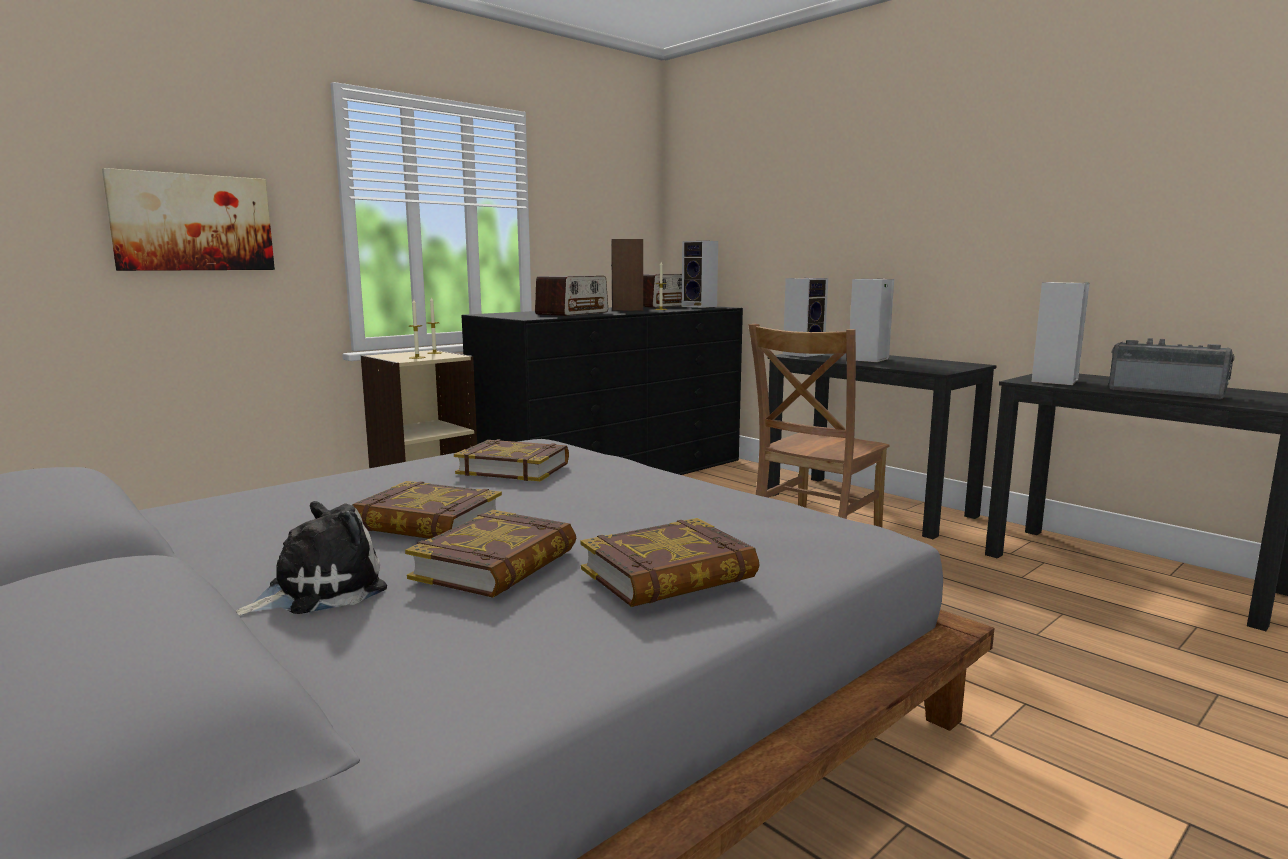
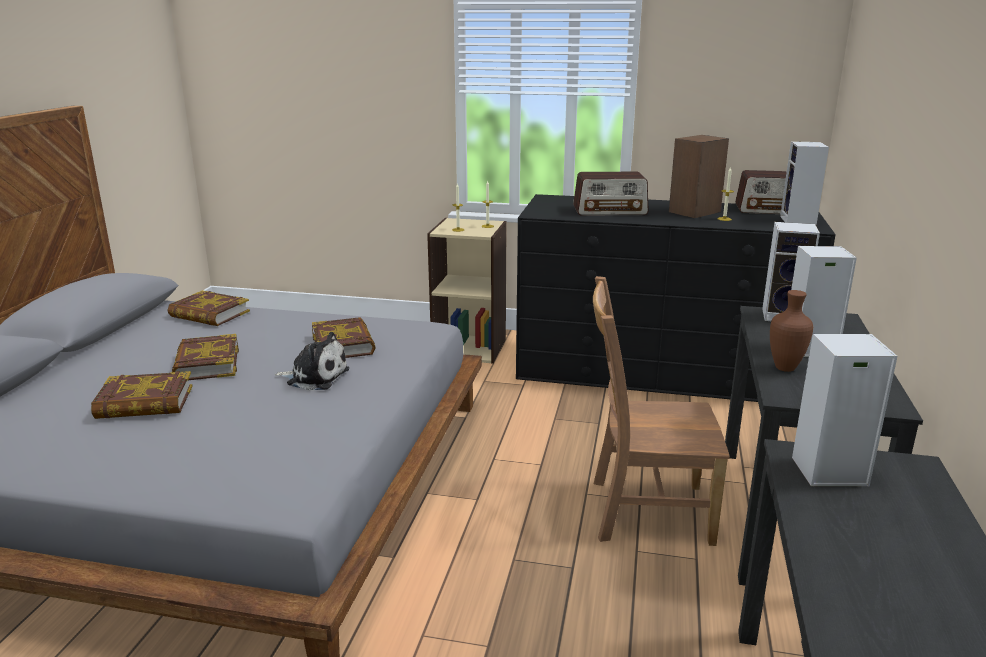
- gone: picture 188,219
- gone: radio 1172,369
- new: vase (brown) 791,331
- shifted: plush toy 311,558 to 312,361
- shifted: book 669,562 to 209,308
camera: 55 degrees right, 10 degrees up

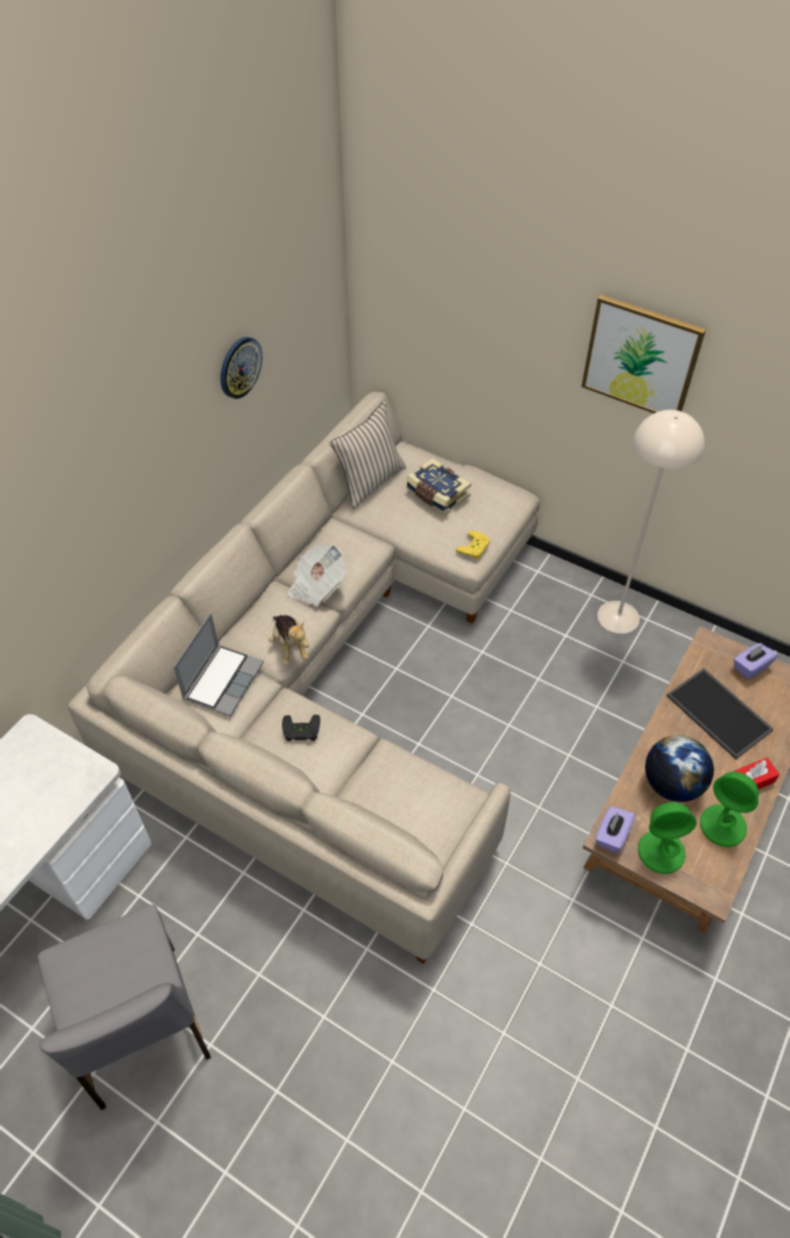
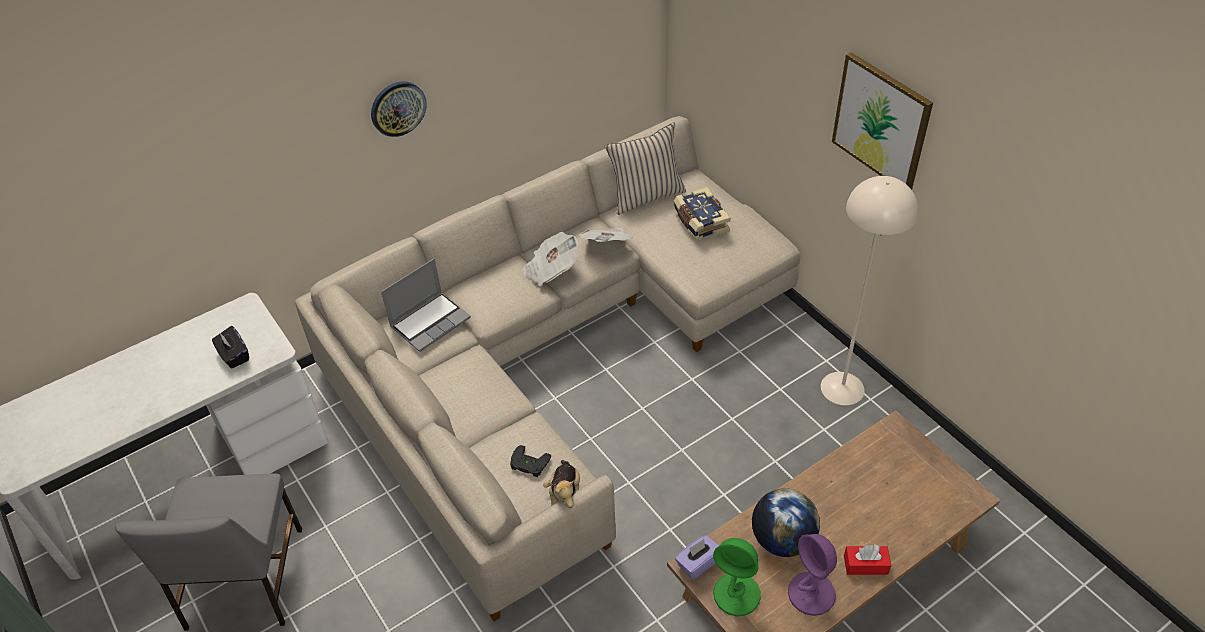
- gone: game controller (yellow) 473,545
- gone: tray 720,713
- gone: tissue box (purple) 755,661
- new: tissue box (black) 230,347
- new: newspaper 606,235
- shifted: wall clock 241,368 to 399,109
- shifted: plush toy 288,639 to 561,484
- shifted: game controller (black) 301,728 to 530,461
- repainted: table lamp (green) 729,809 to table lamp (purple) 812,575
camera: 25 degrees right, 5 degrees down

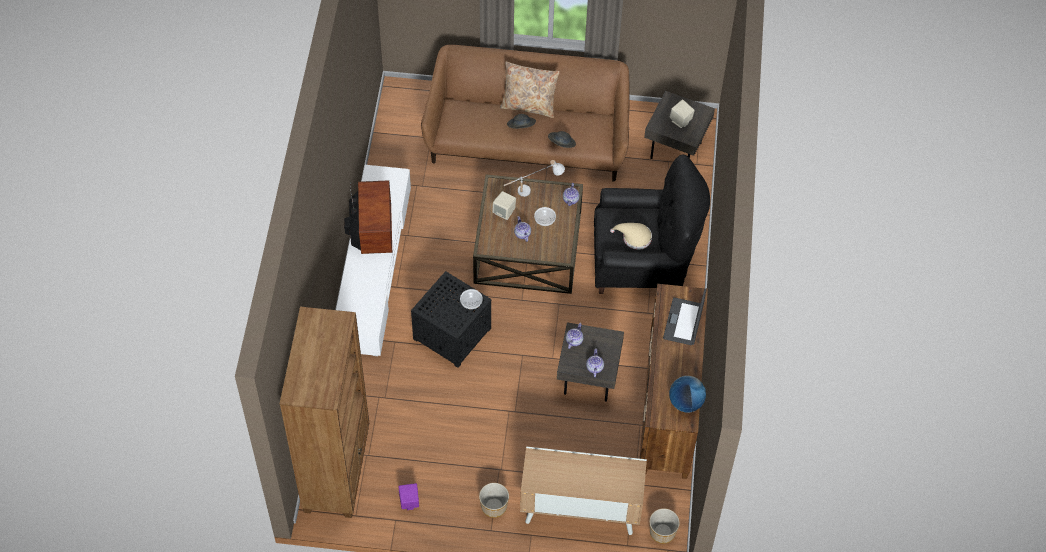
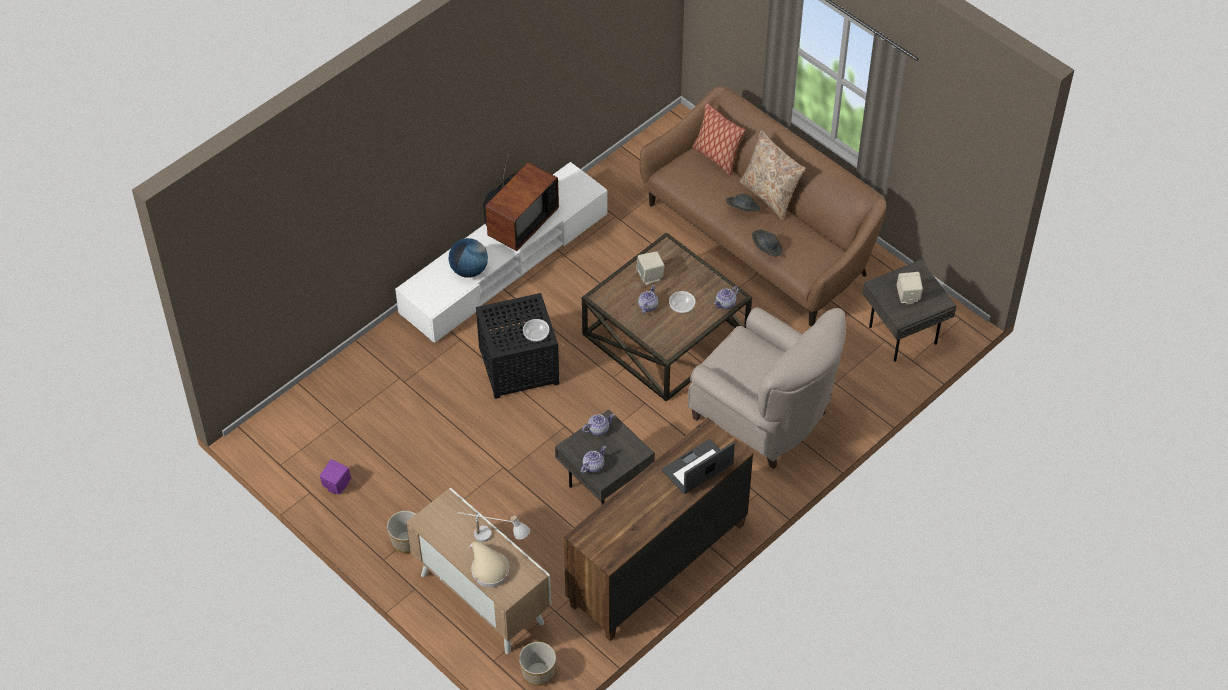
- gone: bookcase (brown) 324,412
- new: pillow 719,139
- shifted: table lamp (white) 534,178 to 493,527
- shifted: hat (beige) 631,236 to 490,564
- shifted: globe 687,394 to 468,258
- repainted: armchair (black) 652,224 to armchair (beige) 766,388
camera: 40 degrees right, 5 degrees down

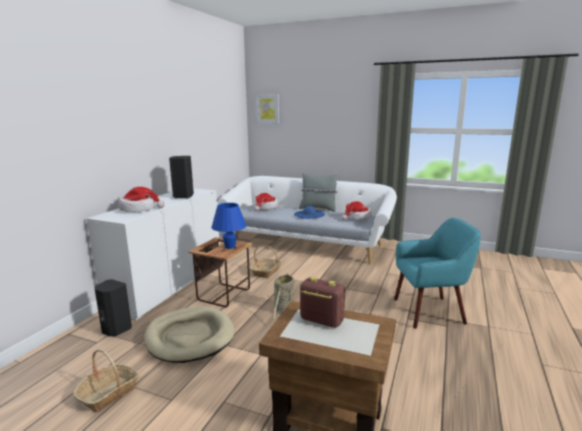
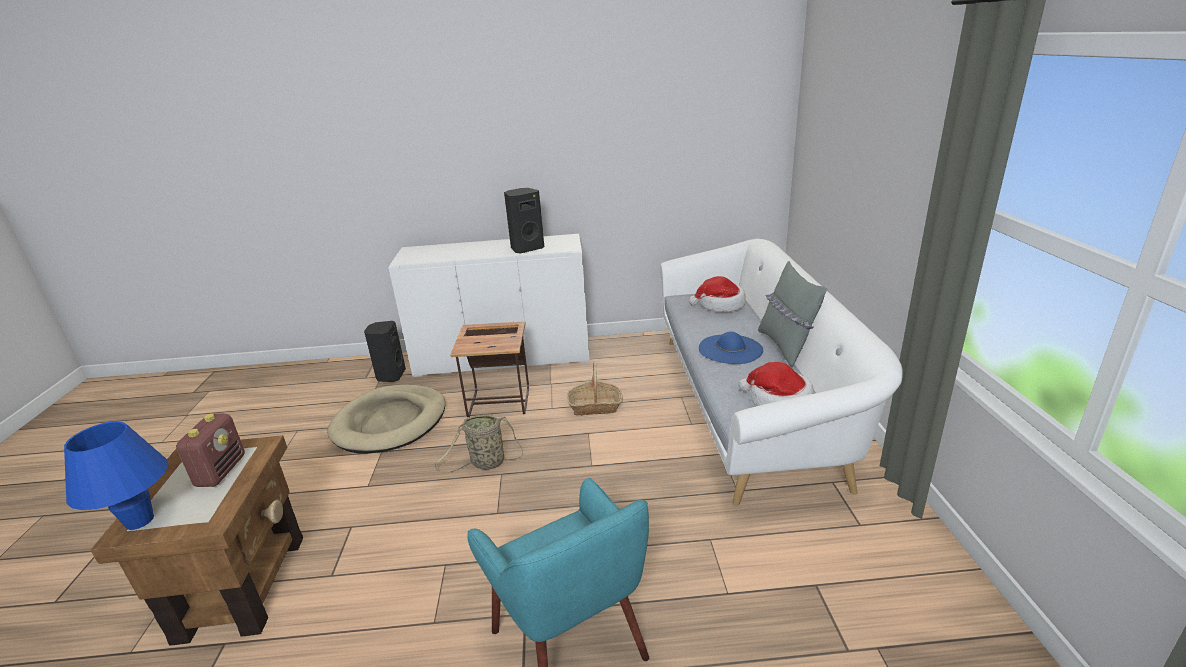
- gone: basket 106,381
- gone: hat 141,199
- gone: picture 267,108
- shifted: table lamp (blue) 229,226 to 116,475
camera: 65 degrees right, 10 degrees up

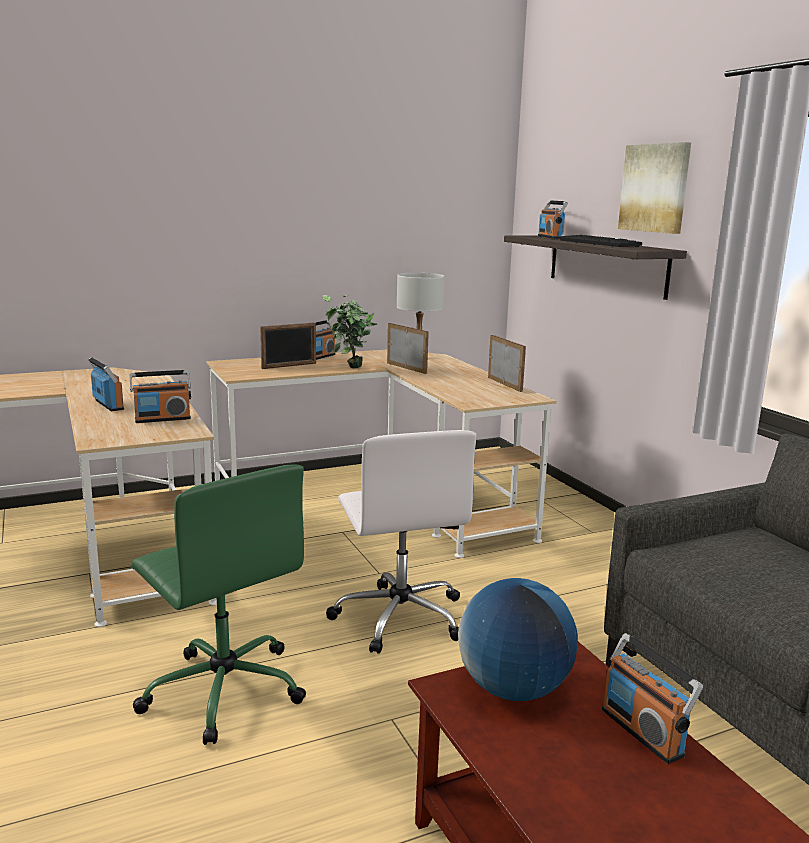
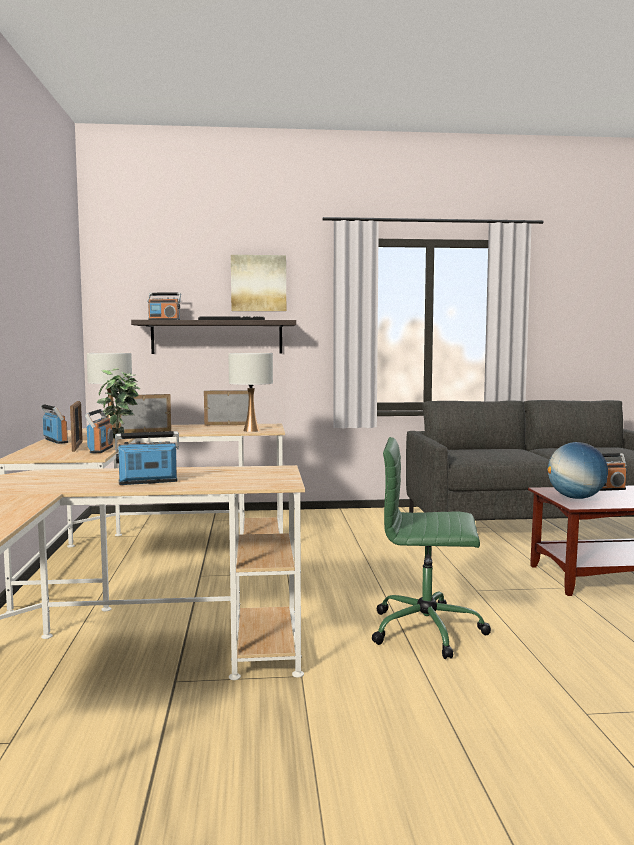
- gone: office chair (white) 401,542
- new: table lamp (white) 250,392
- shifted: radio 160,396 to 99,431
- rotated: office chair (green) 219,604 = 431,548 150 degrees counterclockwise
camera: 70 degrees left, 10 degrees down

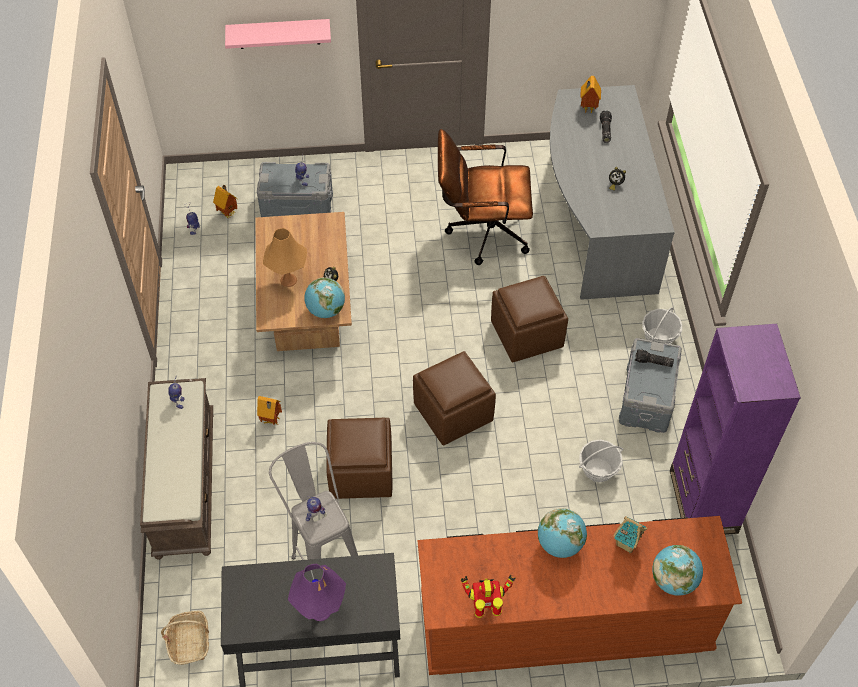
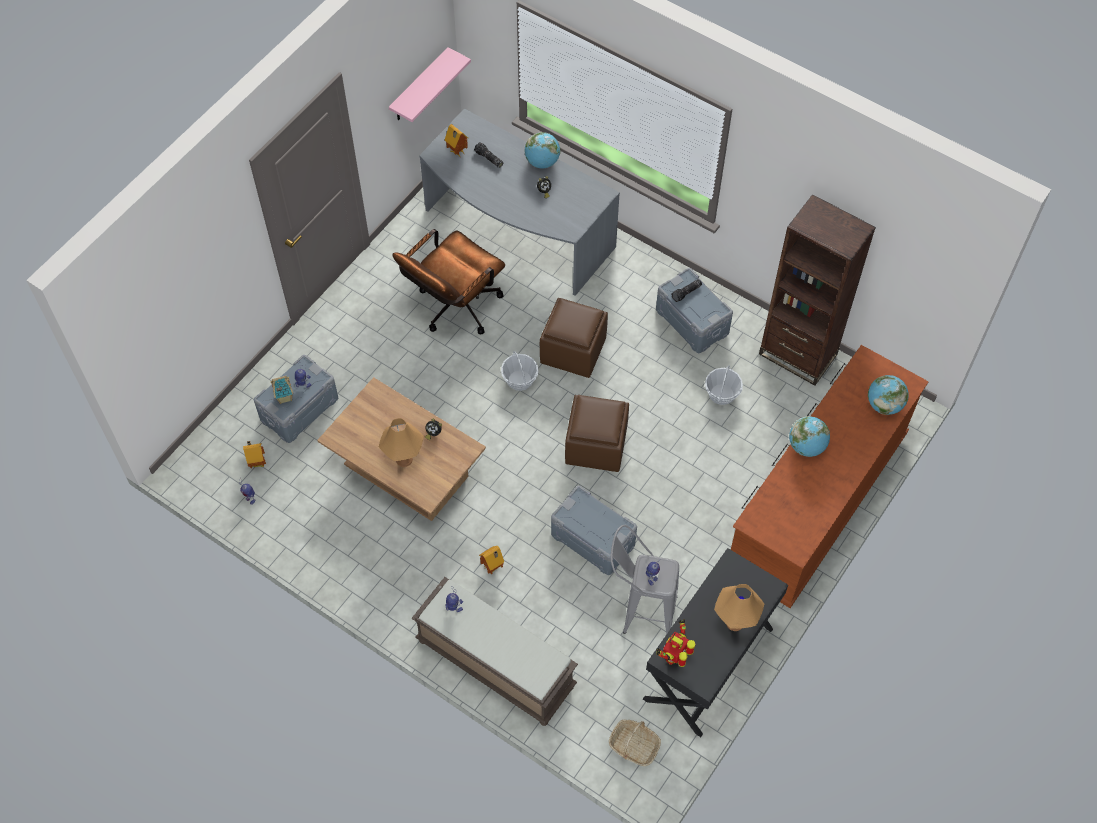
- shifted: shelf (pink) 278,34 to 430,84
- shifted: globe 324,297 to 542,150
- shifted: toy robot 488,596 to 676,643
- shifted: toy house 630,534 to 281,390
- shifted: basket 662,325 to 520,371
- swapped: ottoman (brown) 359,458 to storage box (grey) 594,530
- repainted: table lamp (purple) 317,592 to table lamp (orange) 739,607
- repainted: bookcase (purple) 735,429 to bookcase (brown) 817,290
camera: 50 degrees left, 5 degrees up

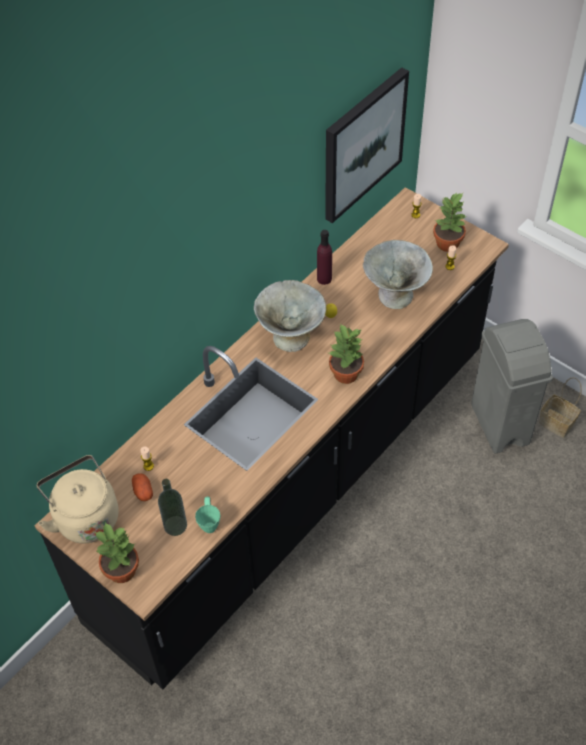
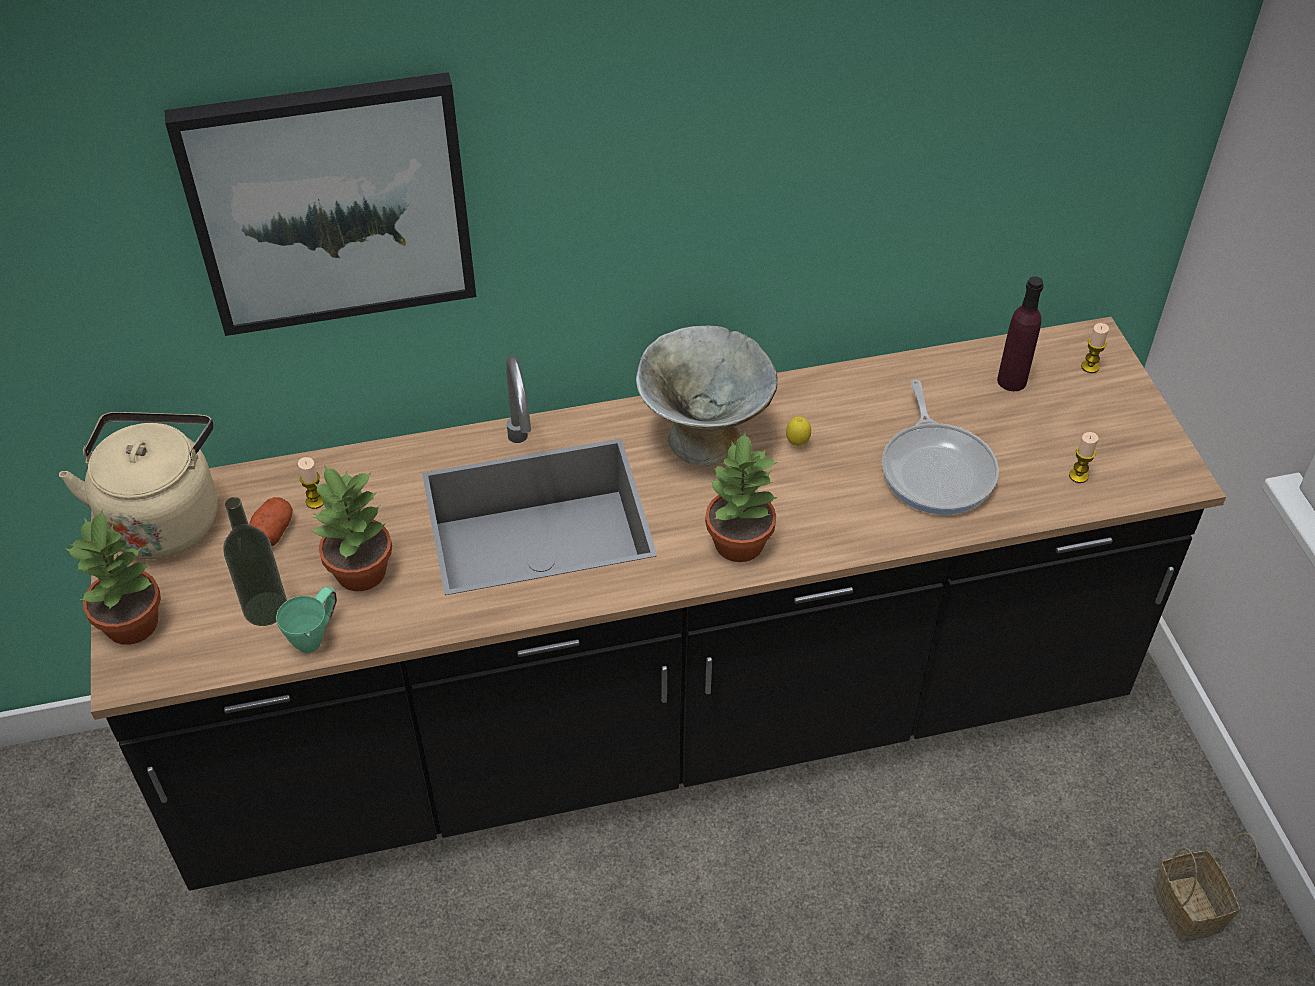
- gone: trash can (grey) 512,386
- shifted: bottle (purple) 324,257 to 1020,333
- shifted: picture 367,145 to 320,204
- shifted: potted plant 449,222 to 351,528
- swapped: bowl (grey) 398,274 to frying pan 940,447
camera: 35 degrees right, 5 degrees down

